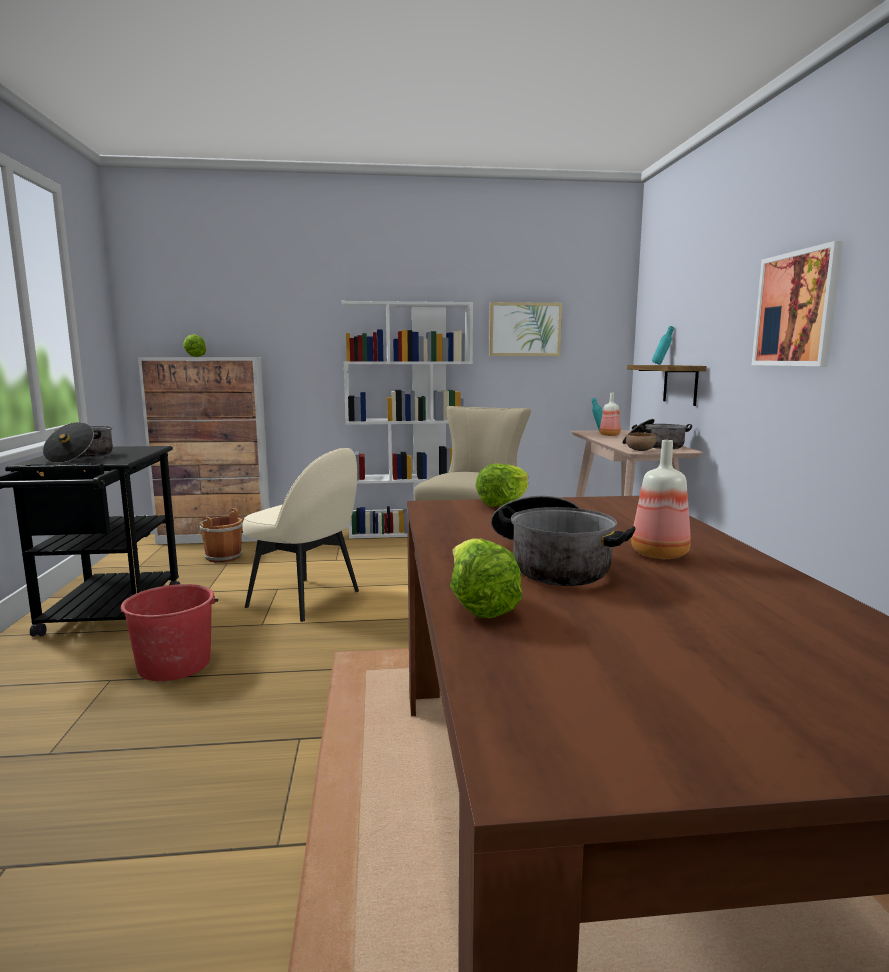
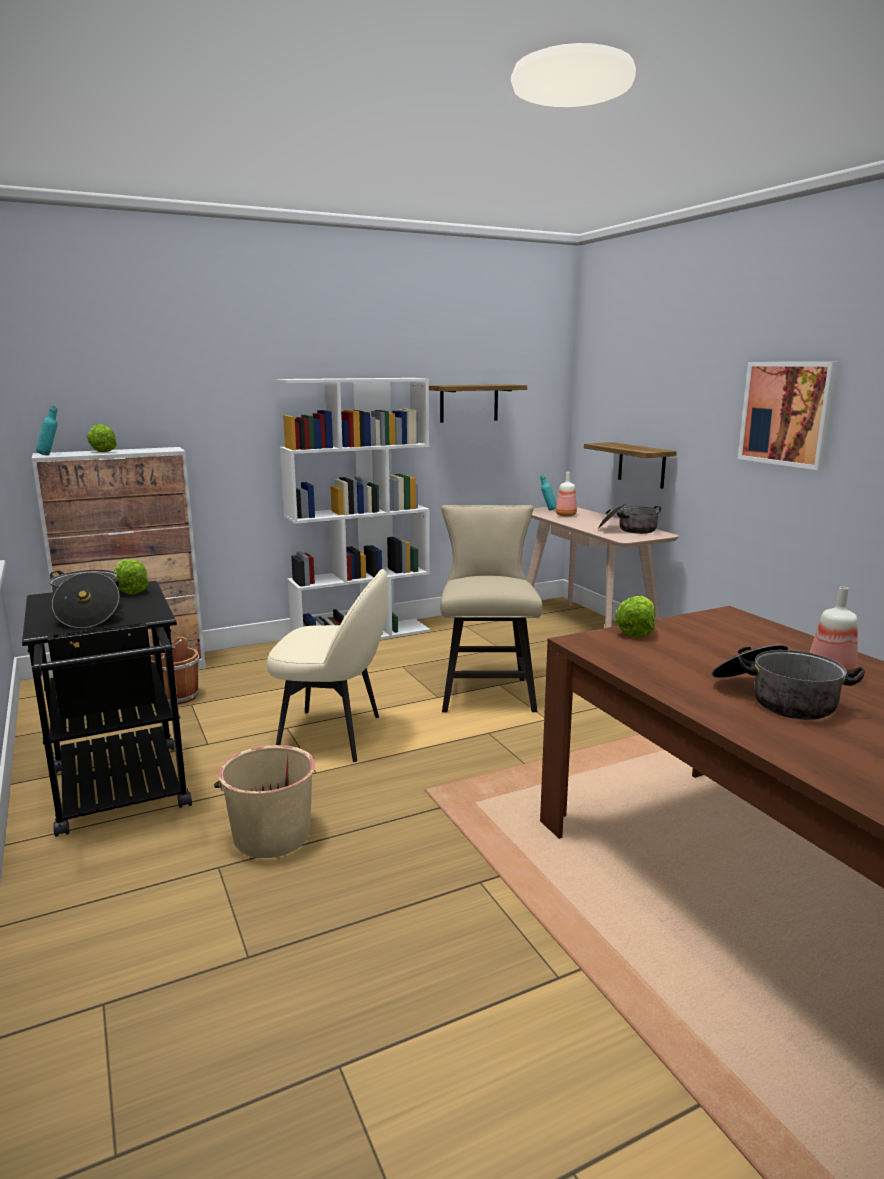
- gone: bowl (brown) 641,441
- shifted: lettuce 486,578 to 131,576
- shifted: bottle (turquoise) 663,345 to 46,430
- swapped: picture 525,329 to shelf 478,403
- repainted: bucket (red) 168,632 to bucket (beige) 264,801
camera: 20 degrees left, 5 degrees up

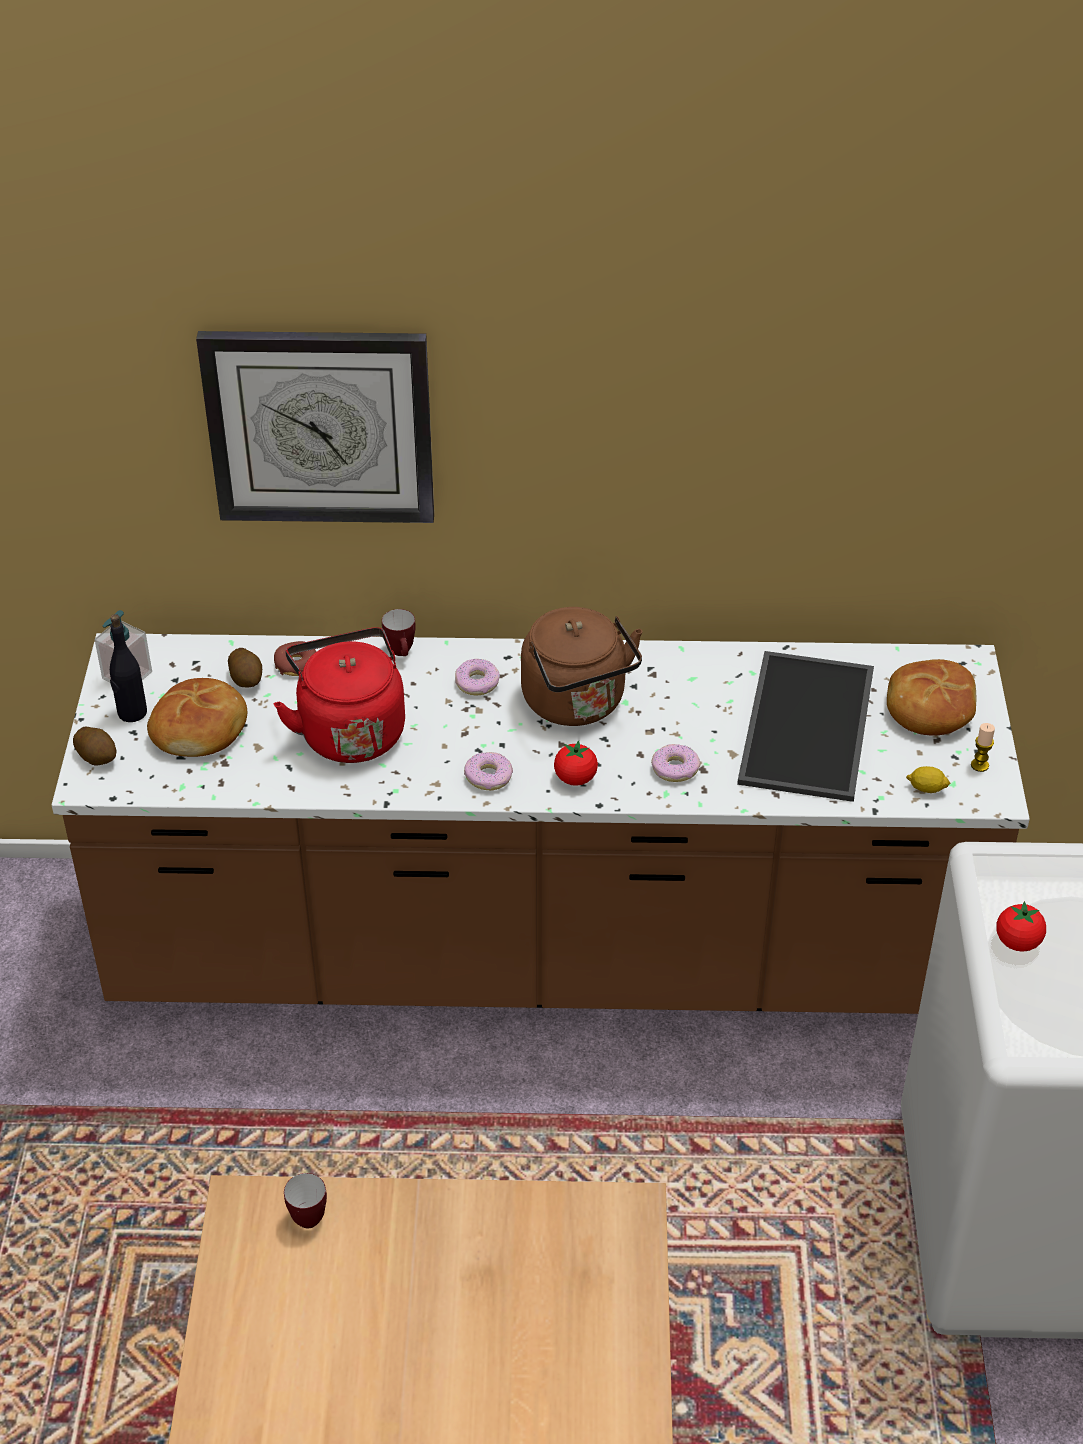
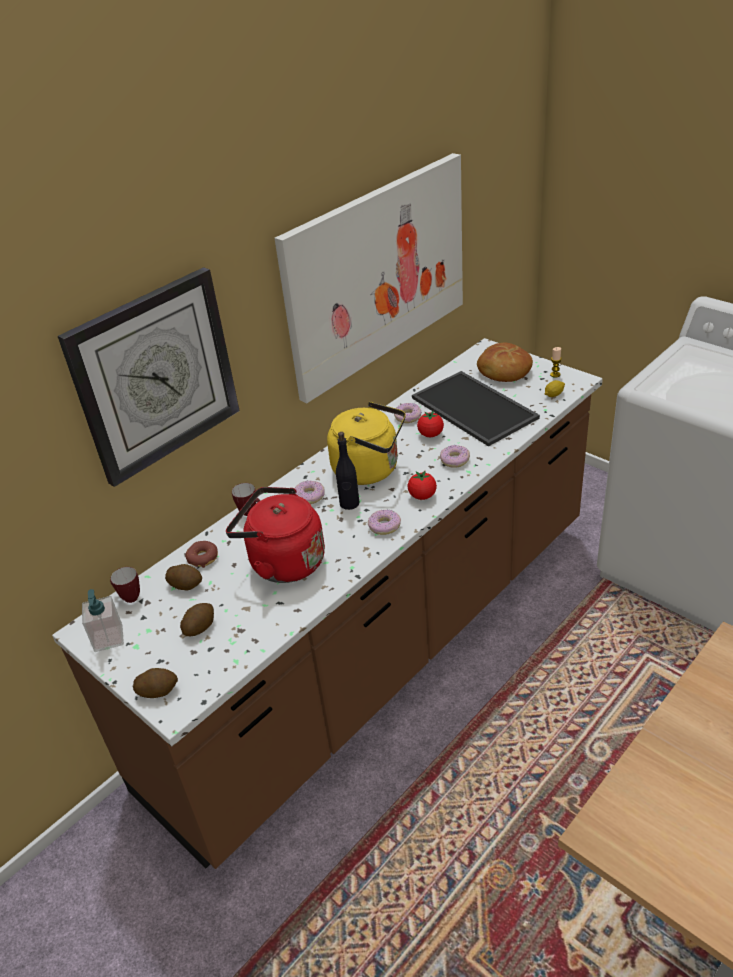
- new: picture 368,278
- new: donut 408,413
- shifted: bottle (black) 128,668 to 348,471
- shifted: mug 305,1200 to 125,585
- shifted: tomato 1021,926 to 430,423
- swapped: bread 197,717 to potato 197,619
- repainted: kettle (brown) 582,666 to kettle (yellow) 366,443
camera: 45 degrees left, 5 degrees down

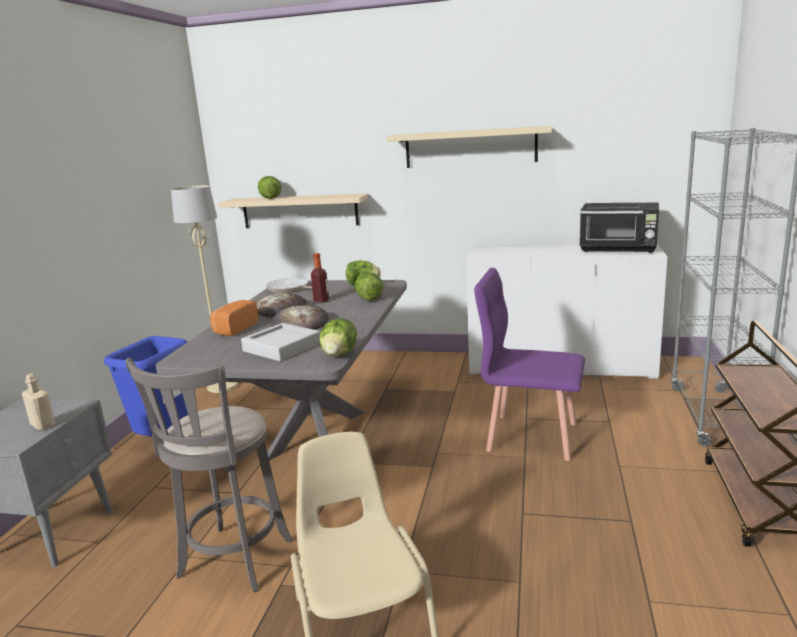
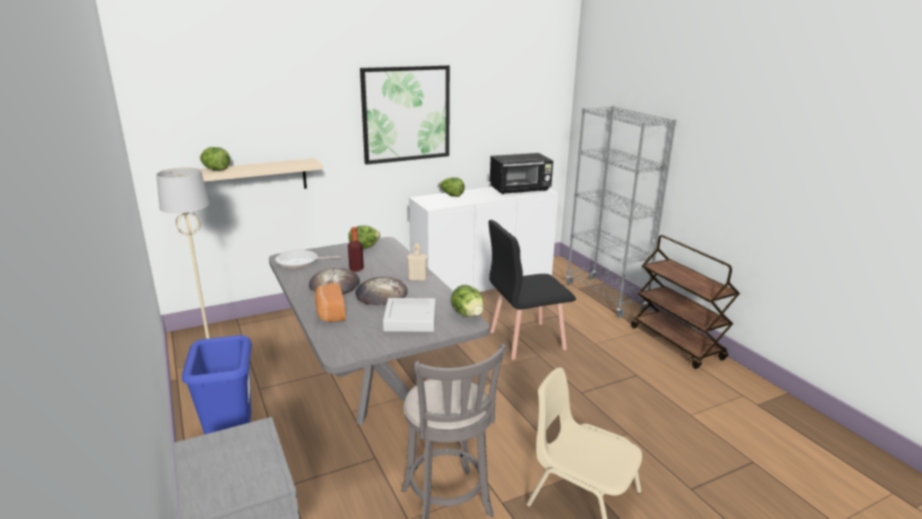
- shifted: bottle (beige) 39,402 to 417,262
- shifted: lettuce 369,286 to 452,187
- swapped: shelf (beige) 469,147 to picture 405,115
- repainted: chair (purple) 529,364 to chair (black) 532,290
camera: 40 degrees left, 5 degrees up

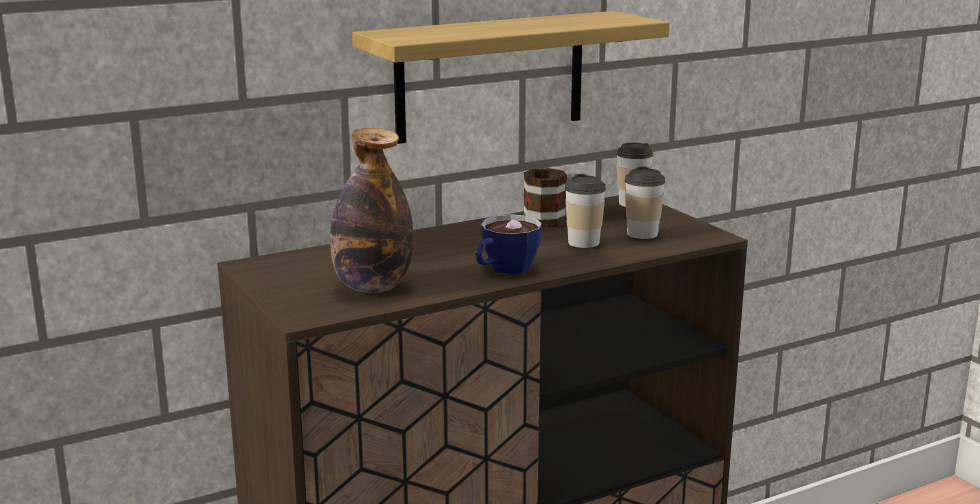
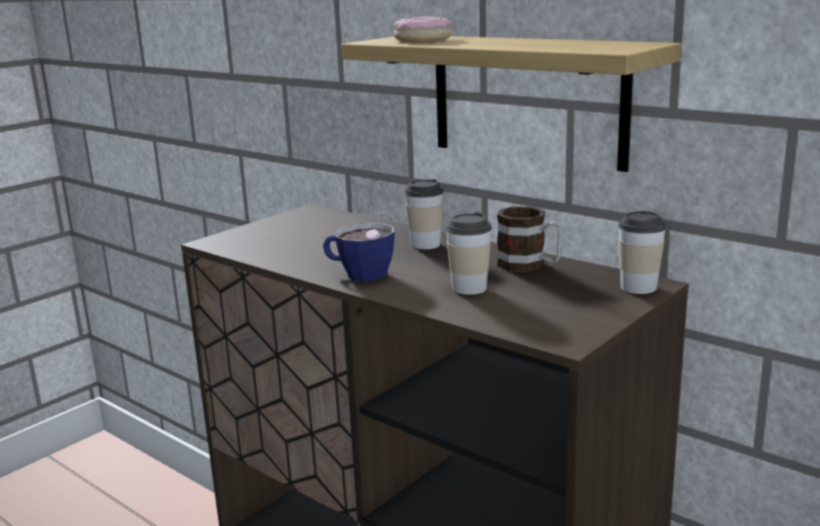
- gone: bottle 371,210
- new: donut 423,29
- shifted: cup 645,202 to 424,214
camera: 70 degrees right, 0 degrees up

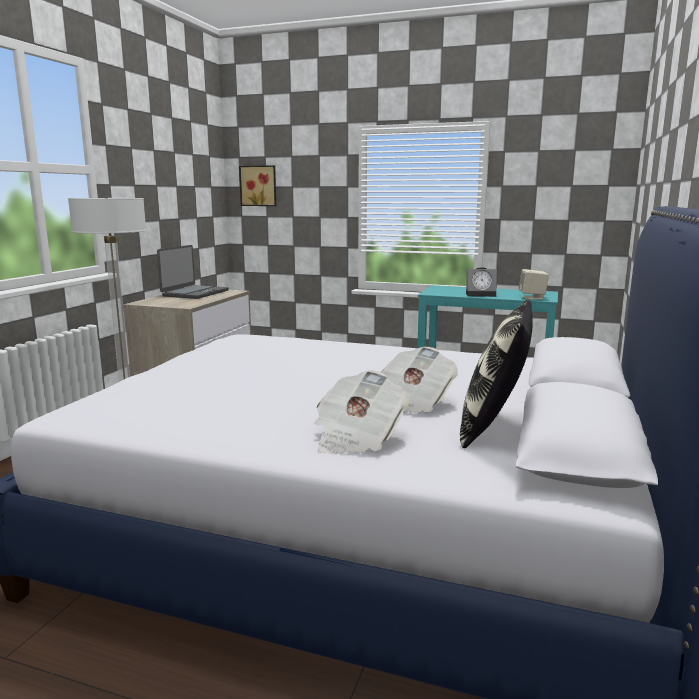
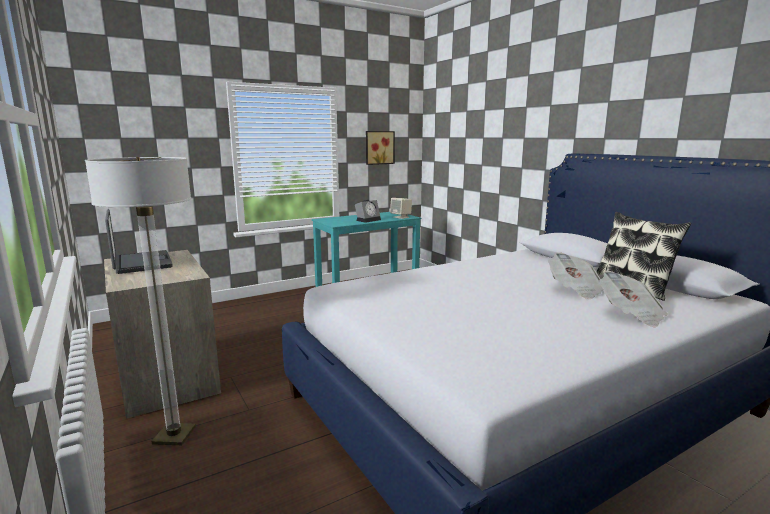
- shifted: picture 257,185 to 380,148
camera: 50 degrees left, 0 degrees up

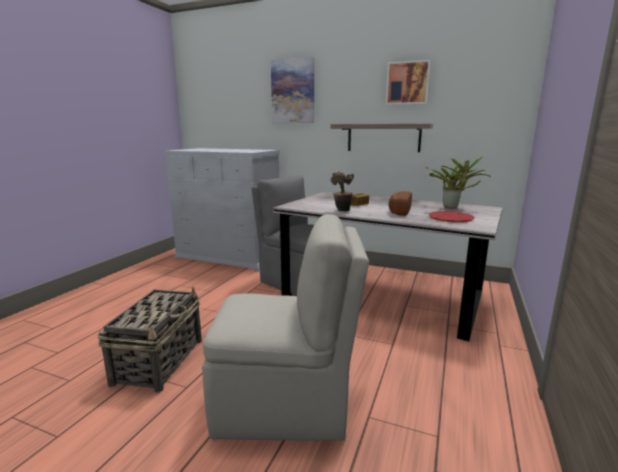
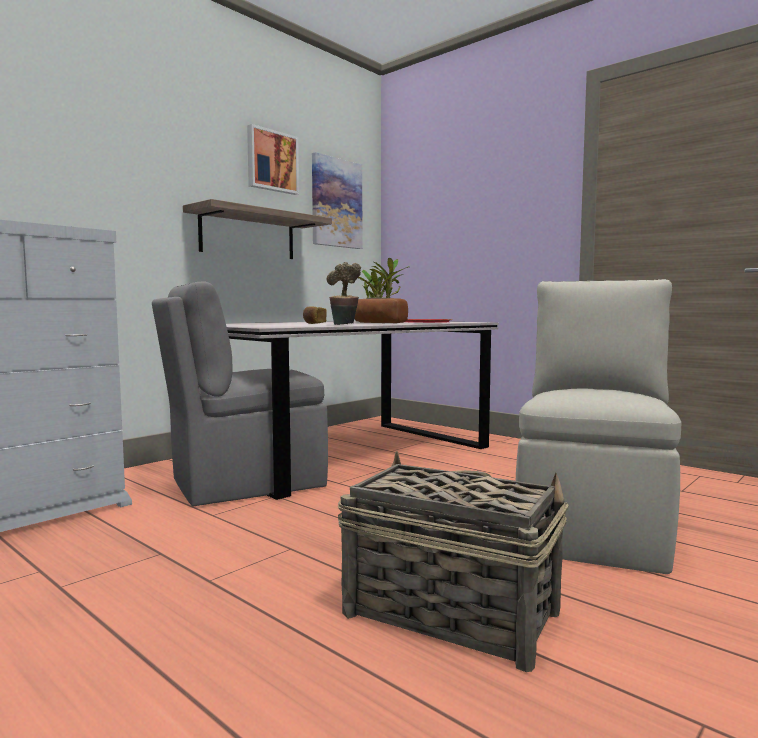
- shifted: picture 292,90 to 337,200
camera: 70 degrees left, 10 degrees down

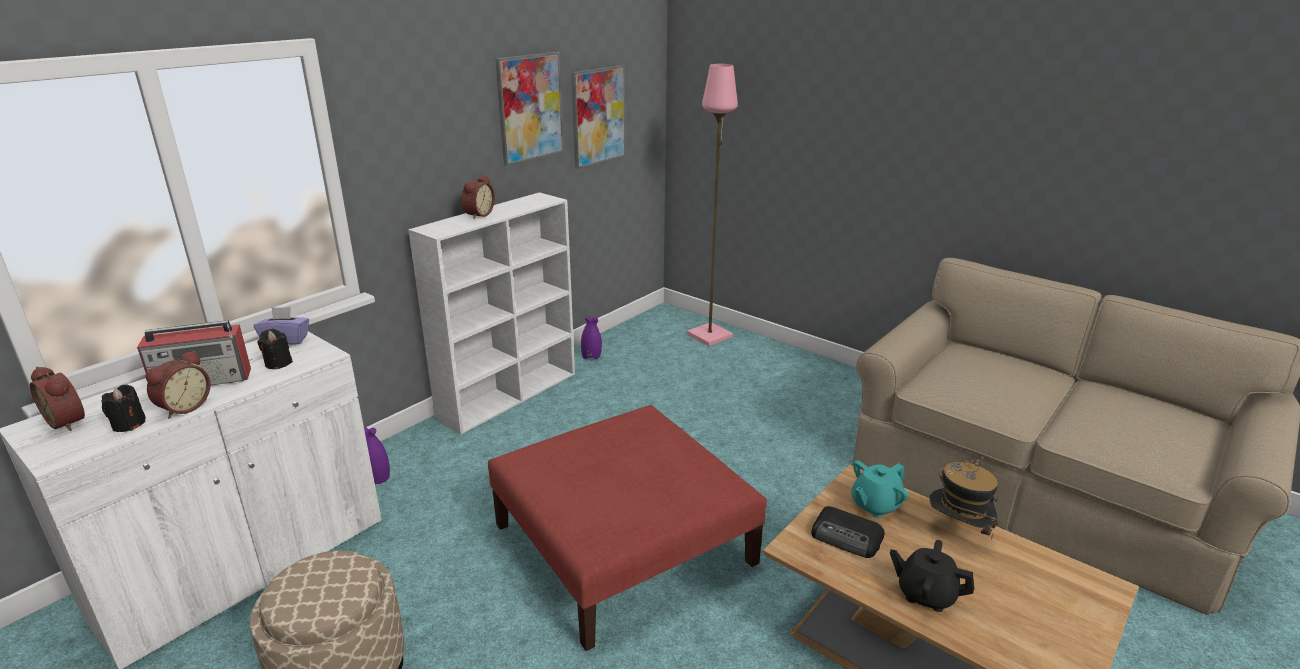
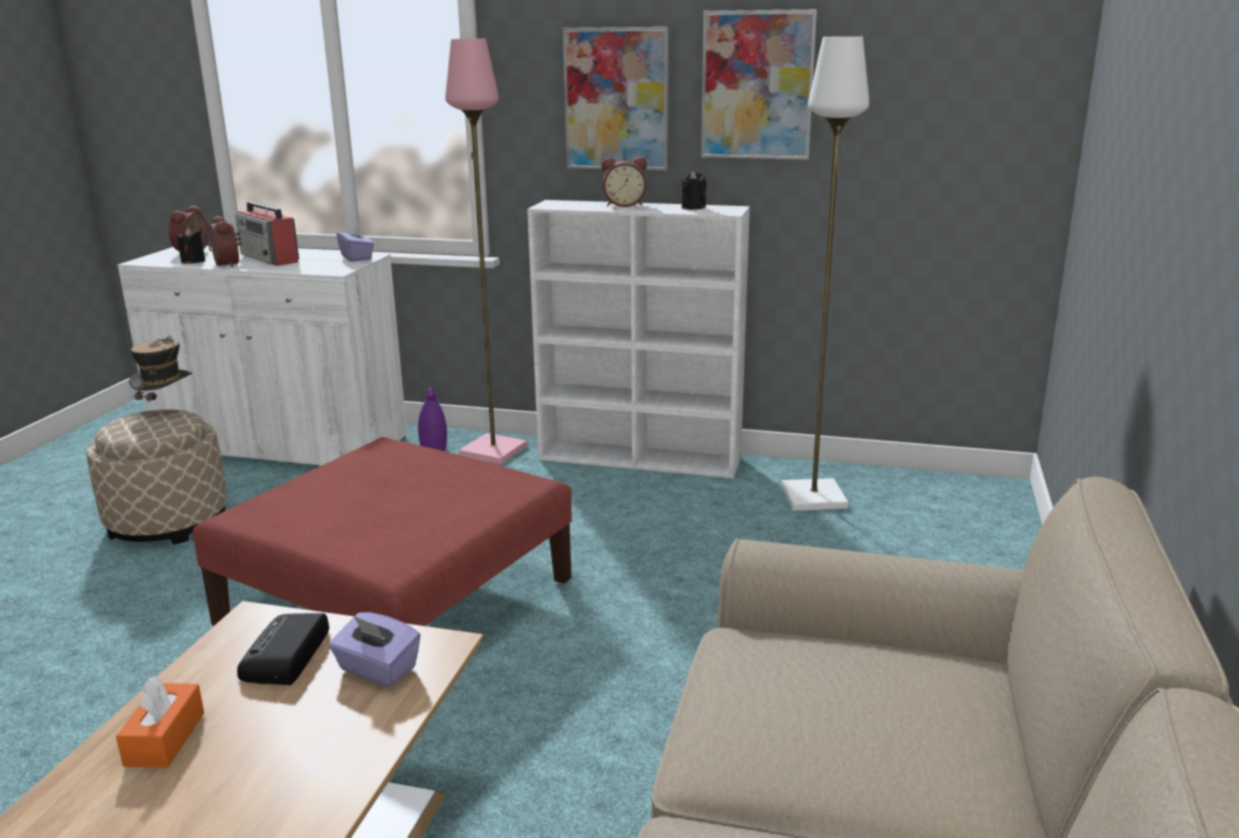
- gone: vase (purple) 591,337
- new: floor lamp (white) 825,273
- shifted: candle (black) 275,349 to 694,190
- shifted: picture 598,117 to 616,99
- shifted: floor lamp (pink) 712,205 to 486,251
- shifted: hat 964,499 to 160,377
- swapped: teapot (turquoise) 880,489 to tissue box (purple) 375,649
- swapped: teapot (black) 932,576 to tissue box (orange) 160,722
- rotated: alarm clock 178,385 = 223,241 120 degrees counterclockwise
camera: 65 degrees right, 5 degrees down

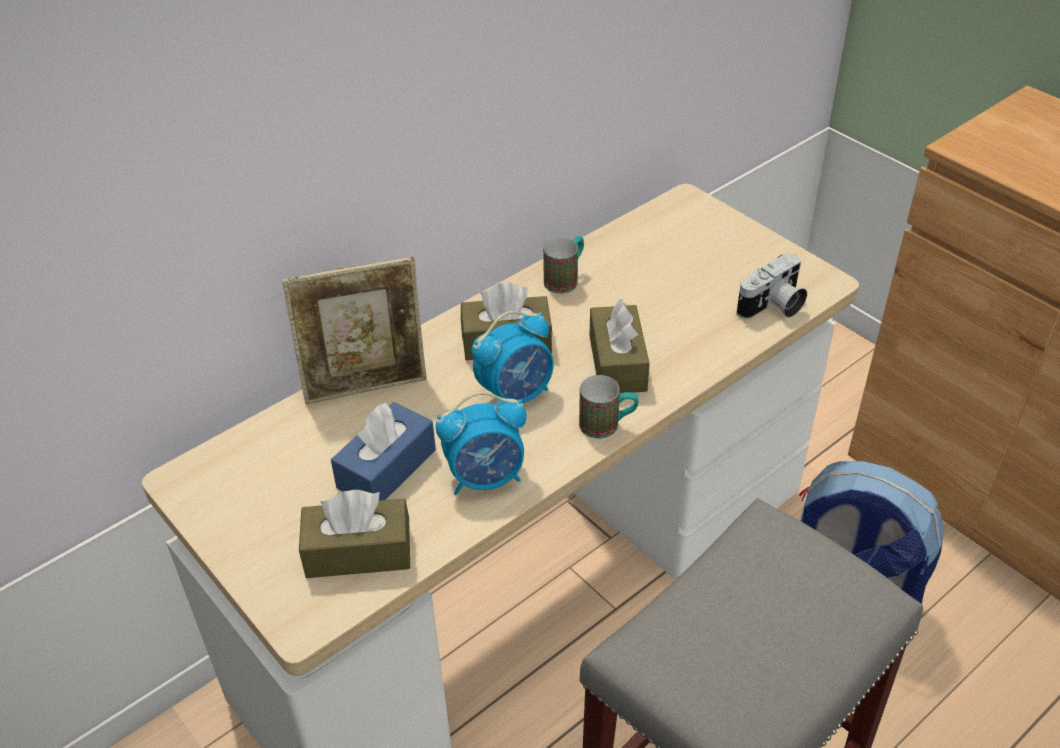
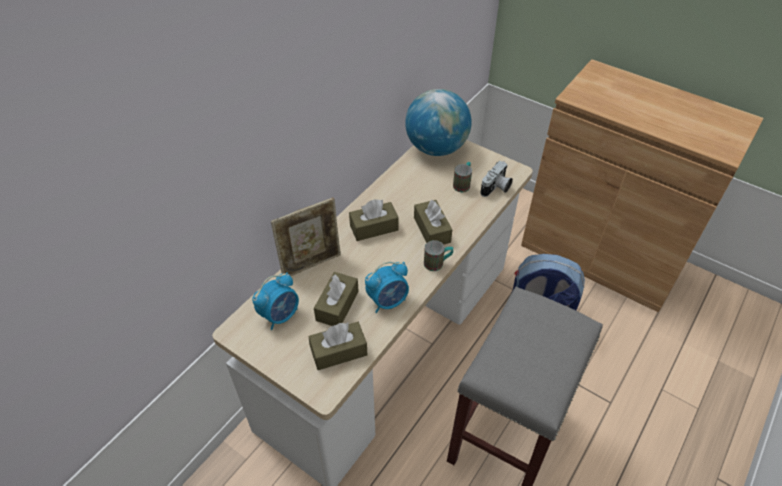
- new: globe 438,122
- shifted: alarm clock 513,357 to 275,301
- shifted: mug 563,265 to 462,177
- repainted: tissue box (blue) 383,451 to tissue box (brown) 336,299
camera: 15 degrees left, 5 degrees up

